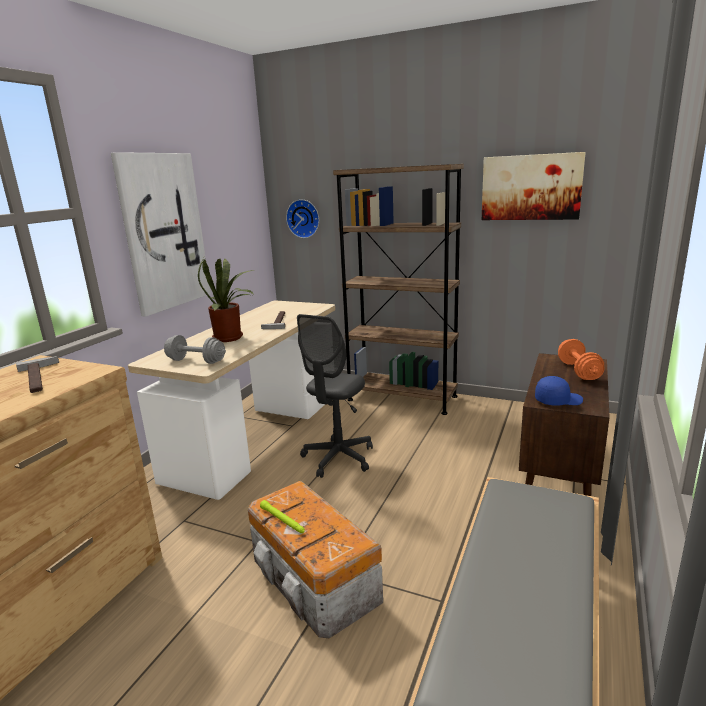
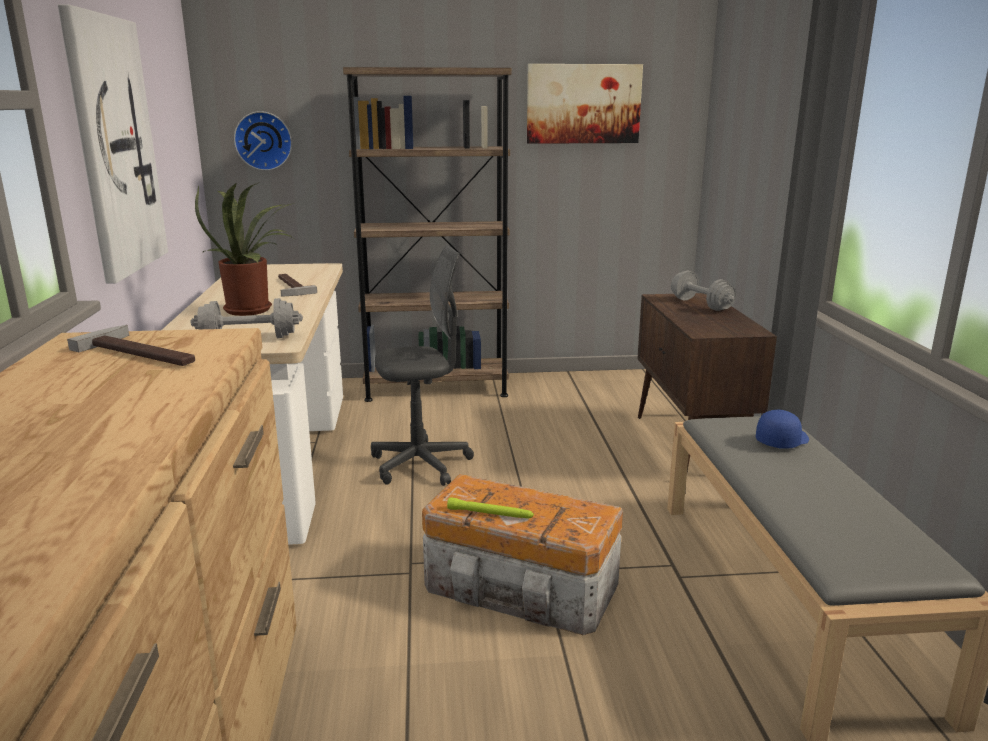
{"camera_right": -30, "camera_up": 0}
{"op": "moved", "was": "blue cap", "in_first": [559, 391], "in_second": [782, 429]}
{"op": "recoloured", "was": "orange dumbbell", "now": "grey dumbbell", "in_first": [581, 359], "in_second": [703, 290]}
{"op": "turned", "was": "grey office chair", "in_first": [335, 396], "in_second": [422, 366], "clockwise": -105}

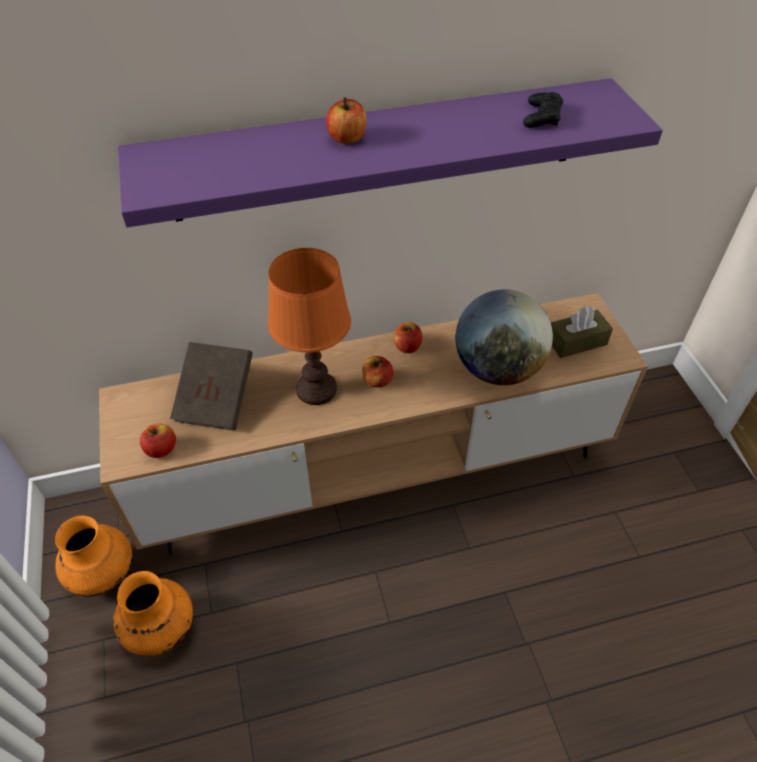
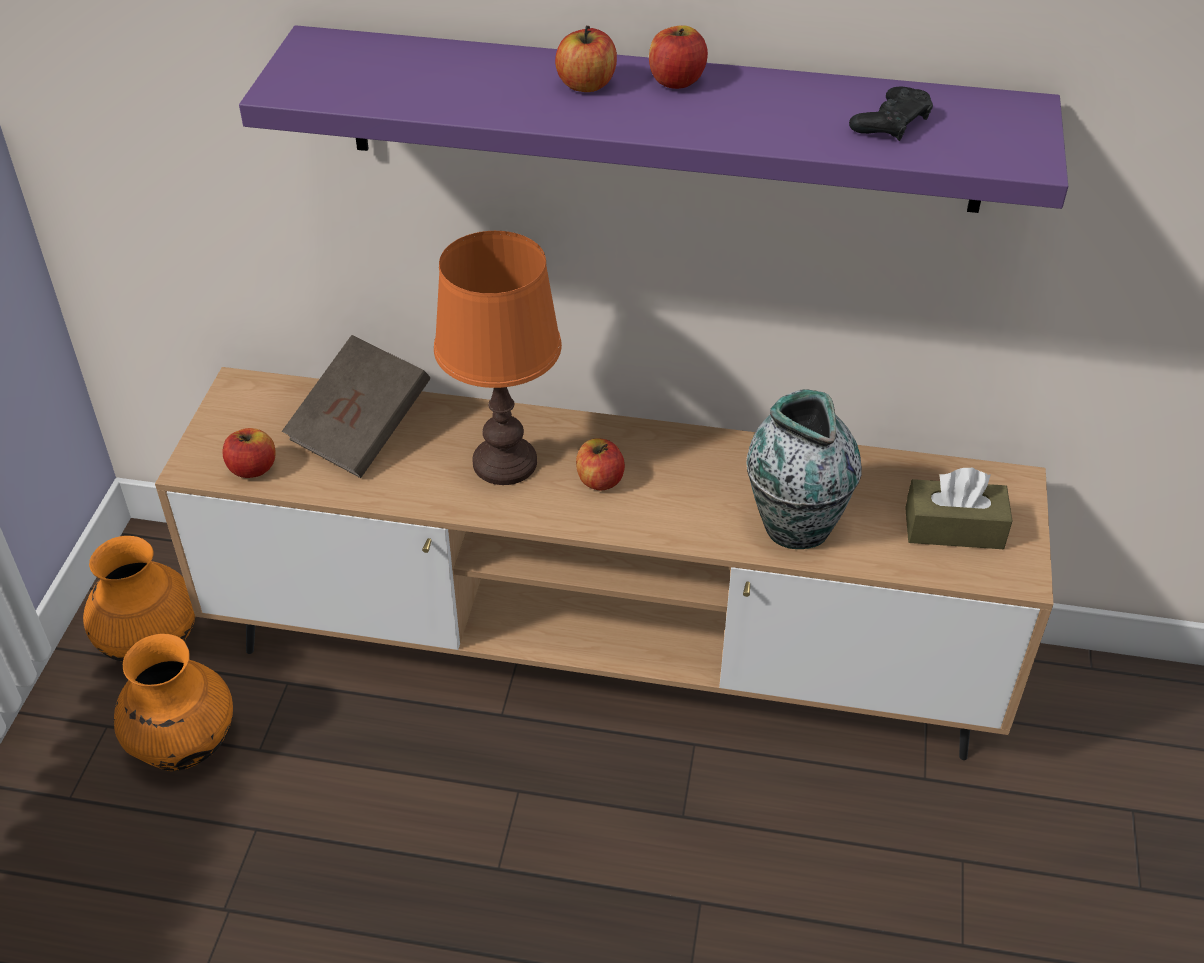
{"camera_right": 25, "camera_up": -5}
{"op": "moved", "was": "apple", "in_first": [408, 337], "in_second": [678, 57]}
{"op": "replaced", "was": "globe", "now": "vase", "in_first": [504, 337], "in_second": [804, 469]}

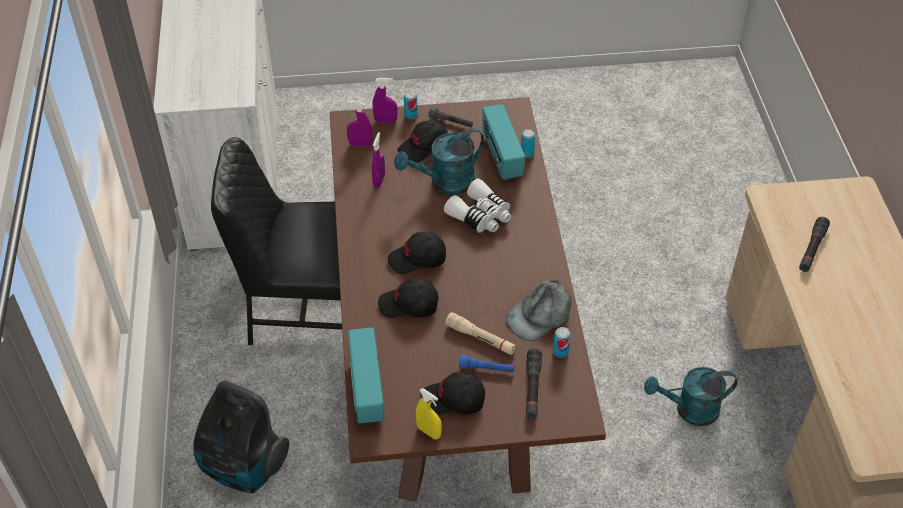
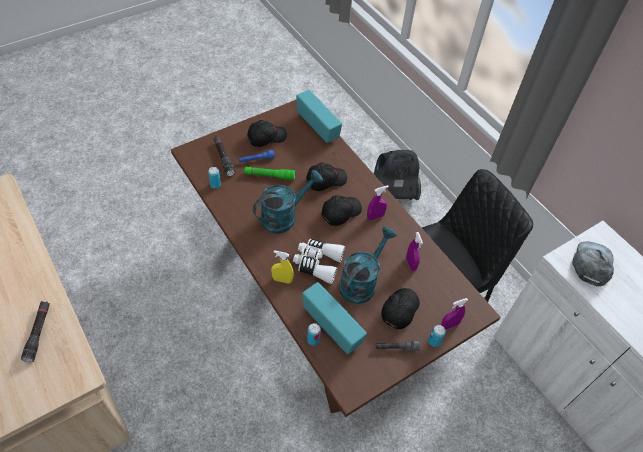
{"camera_right": 150, "camera_up": 5}
{"op": "moved", "was": "purple spray bottle", "in_first": [359, 124], "in_second": [378, 202]}
{"op": "moved", "was": "yellow spray bottle", "in_first": [429, 414], "in_second": [282, 267]}
{"op": "moved", "was": "grey cap", "in_first": [538, 310], "in_second": [593, 264]}
{"op": "moved", "was": "turquoise watering can", "in_first": [691, 396], "in_second": [288, 202]}
{"op": "recoloured", "was": "beige flashlight", "now": "green flashlight", "in_first": [480, 333], "in_second": [269, 173]}

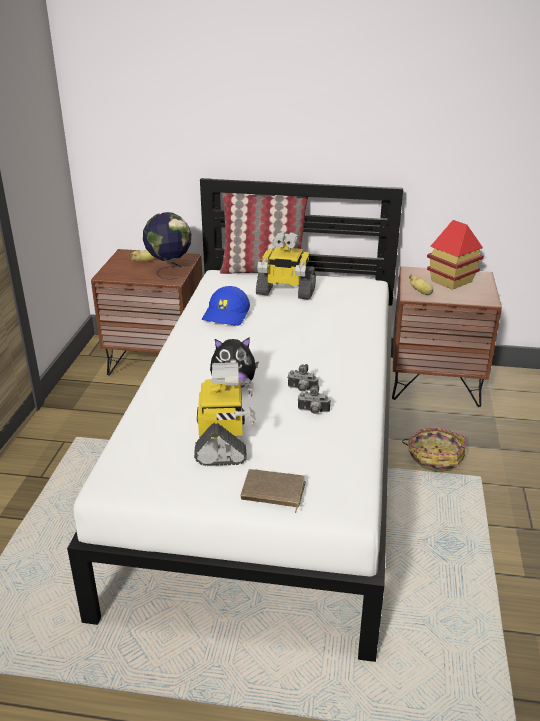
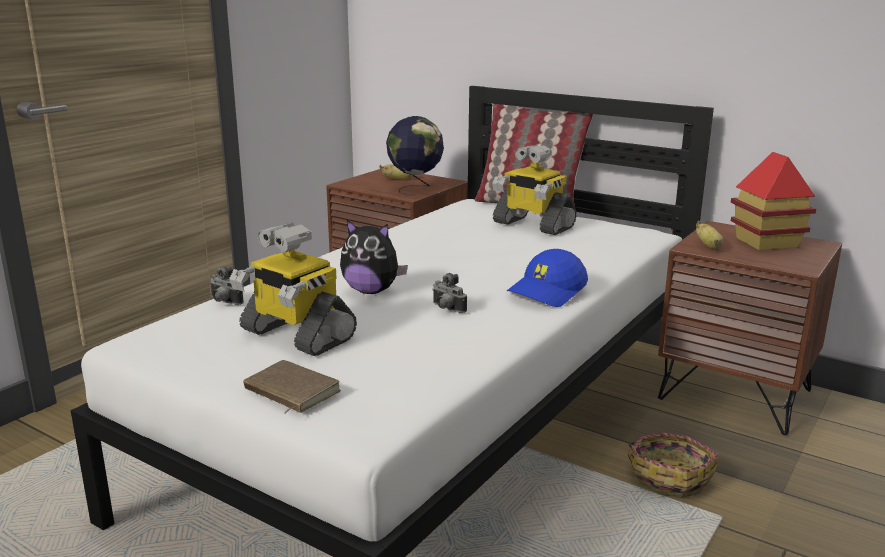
{"camera_right": 25, "camera_up": -10}
{"op": "moved", "was": "blue cap", "in_first": [226, 306], "in_second": [547, 278]}
{"op": "moved", "was": "photo camera", "in_first": [314, 399], "in_second": [227, 285]}
{"op": "turned", "was": "toy robot", "in_first": [225, 414], "in_second": [293, 289], "clockwise": 105}

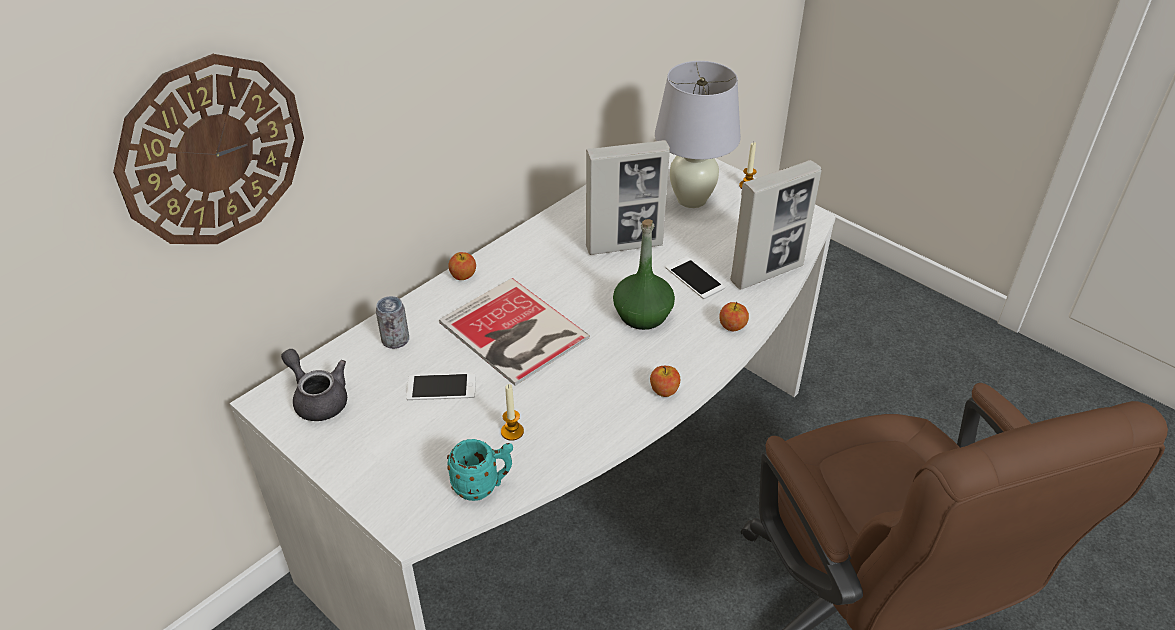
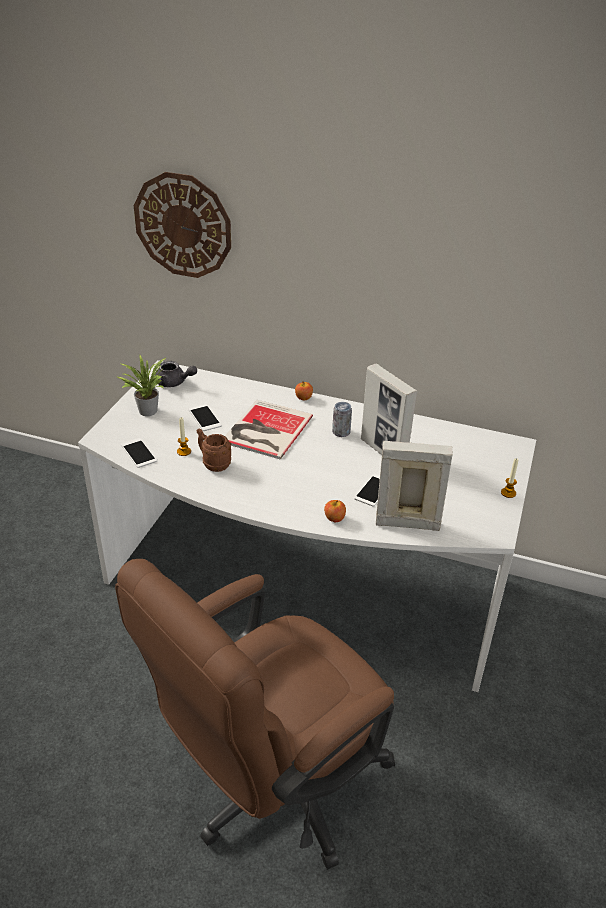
{"camera_right": 65, "camera_up": -5}
{"op": "removed", "was": "green bottle", "in_first": [644, 274]}
{"op": "removed", "was": "apple", "in_first": [665, 381]}
{"op": "removed", "was": "white table lamp", "in_first": [698, 134]}
{"op": "added", "now": "potted plant", "in_second": [142, 385]}
{"op": "added", "now": "brown mug", "in_second": [214, 450]}
{"op": "moved", "was": "can", "in_first": [392, 322], "in_second": [342, 419]}
{"op": "replaced", "was": "turquoise mug", "now": "phone", "in_first": [480, 470], "in_second": [139, 453]}
{"op": "turned", "was": "grey teapot", "in_first": [314, 385], "in_second": [176, 374], "clockwise": 90}
{"op": "turned", "was": "picture frame", "in_first": [776, 224], "in_second": [414, 486], "clockwise": 150}

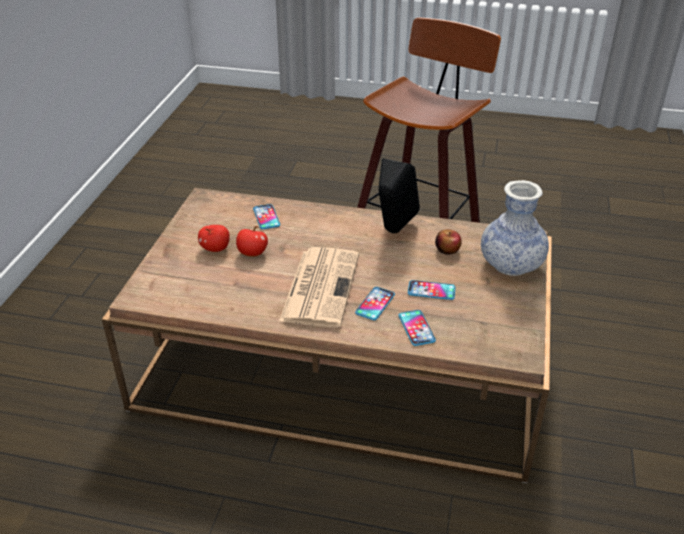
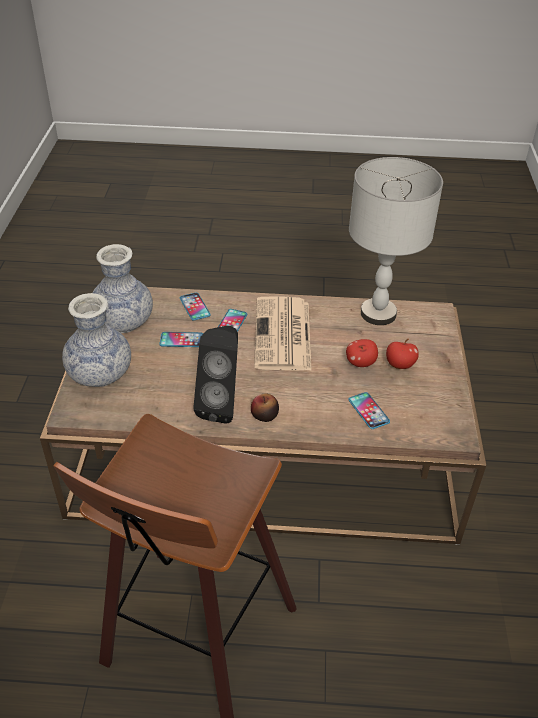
{"camera_right": 170, "camera_up": 5}
{"op": "added", "now": "vase", "in_second": [122, 288]}
{"op": "added", "now": "grey table lamp", "in_second": [396, 241]}
{"op": "moved", "was": "apple", "in_first": [448, 242], "in_second": [265, 407]}

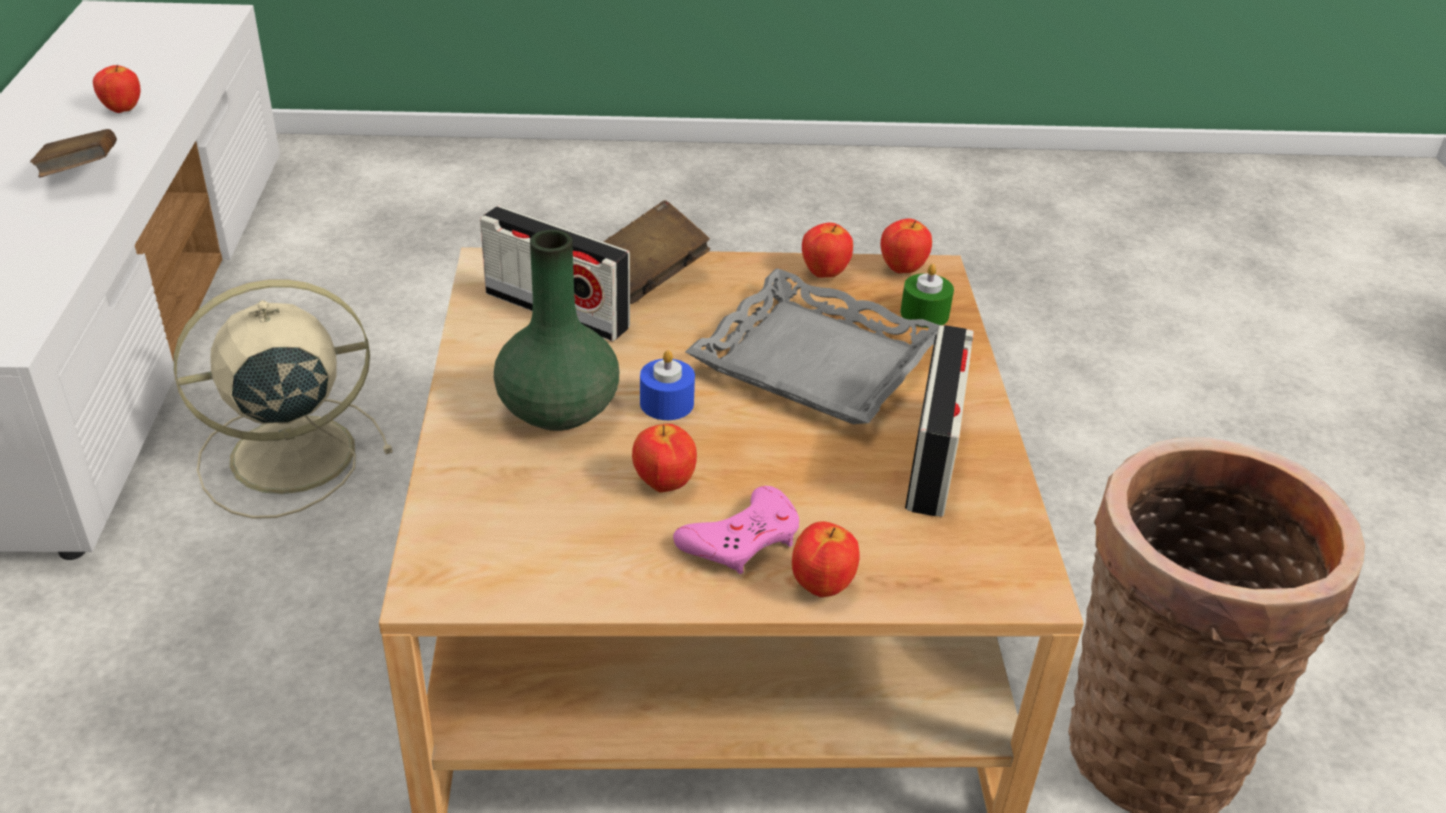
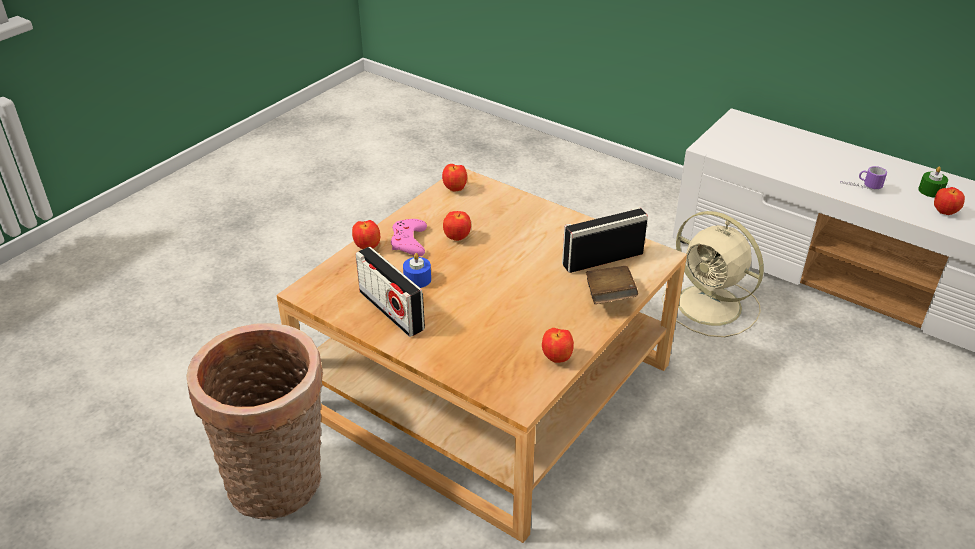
{"camera_right": 130, "camera_up": 0}
{"op": "removed", "was": "green vase", "in_first": [556, 330]}
{"op": "removed", "was": "grey tray", "in_first": [812, 346]}
{"op": "moved", "was": "blue candle", "in_first": [667, 385], "in_second": [417, 270]}
{"op": "moved", "was": "apple", "in_first": [906, 246], "in_second": [454, 178]}
{"op": "moved", "was": "green candle", "in_first": [927, 296], "in_second": [933, 182]}
{"op": "replaced", "was": "brown book", "now": "mug", "in_first": [73, 153], "in_second": [863, 177]}
{"op": "turned", "was": "beige fan", "in_first": [283, 399], "in_second": [713, 274], "clockwise": 120}

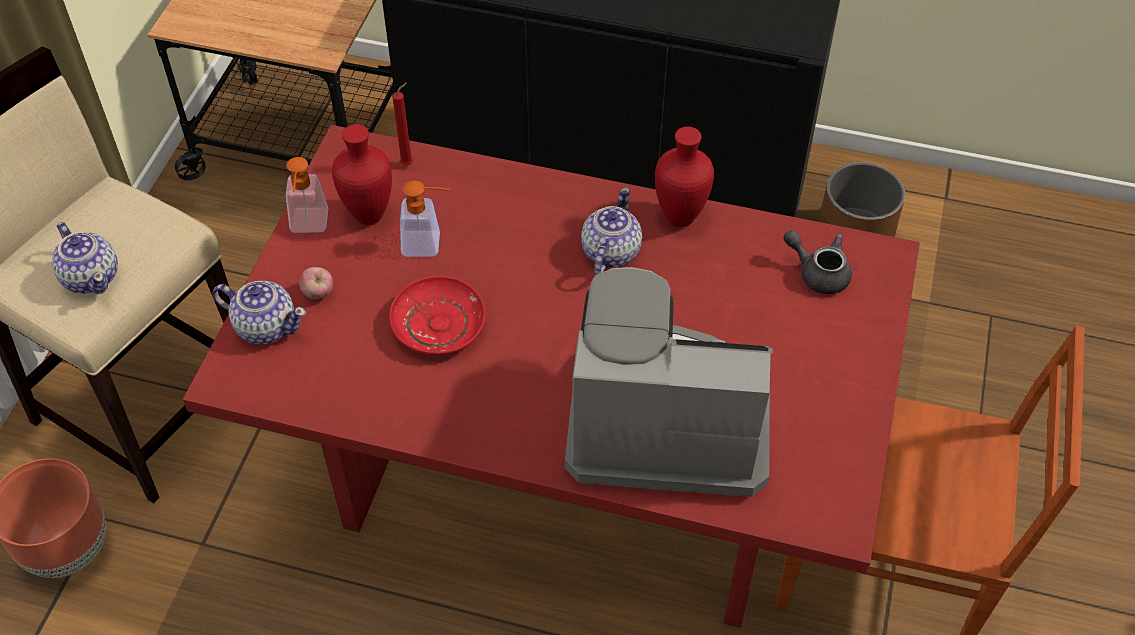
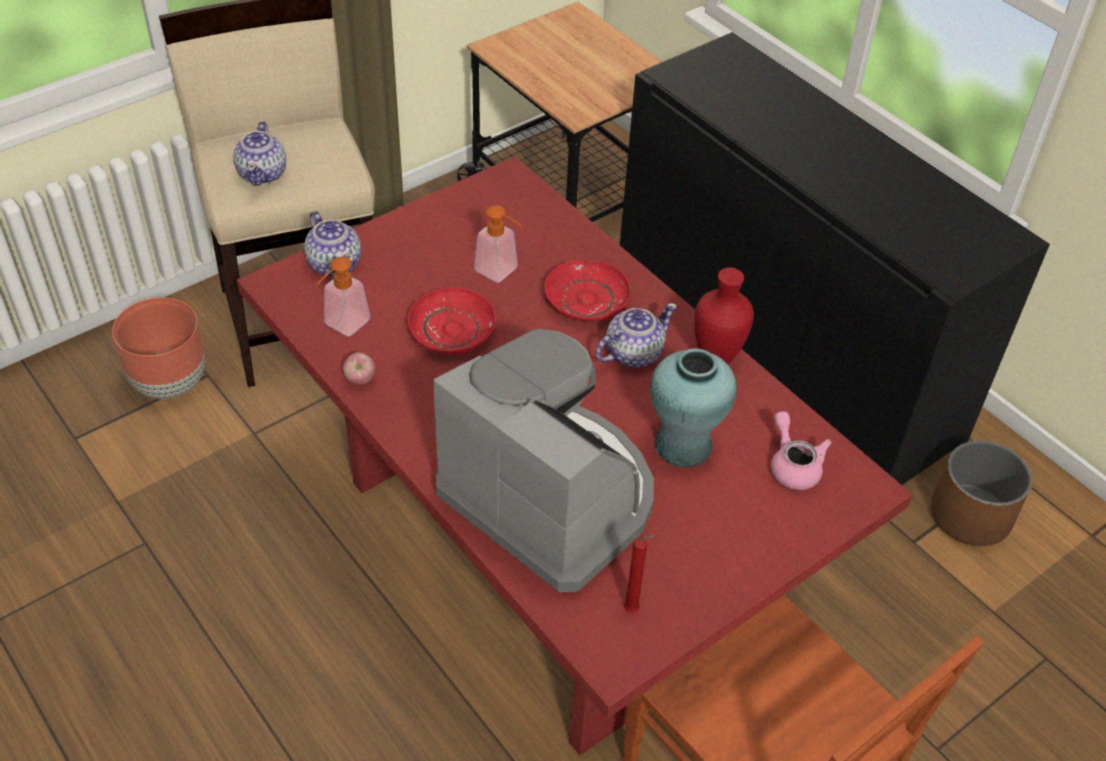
{"camera_right": 35, "camera_up": -5}
{"op": "removed", "was": "red vase", "in_first": [362, 174]}
{"op": "added", "now": "red plate", "in_second": [588, 290]}
{"op": "added", "now": "turquoise vase", "in_second": [693, 408]}
{"op": "moved", "was": "soap dispenser", "in_first": [307, 195], "in_second": [343, 296]}
{"op": "moved", "was": "apple", "in_first": [316, 283], "in_second": [359, 368]}
{"op": "moved", "was": "red candle", "in_first": [402, 124], "in_second": [640, 574]}
{"op": "recoloured", "was": "grey teapot", "now": "pink teapot", "in_first": [818, 262], "in_second": [801, 450]}

